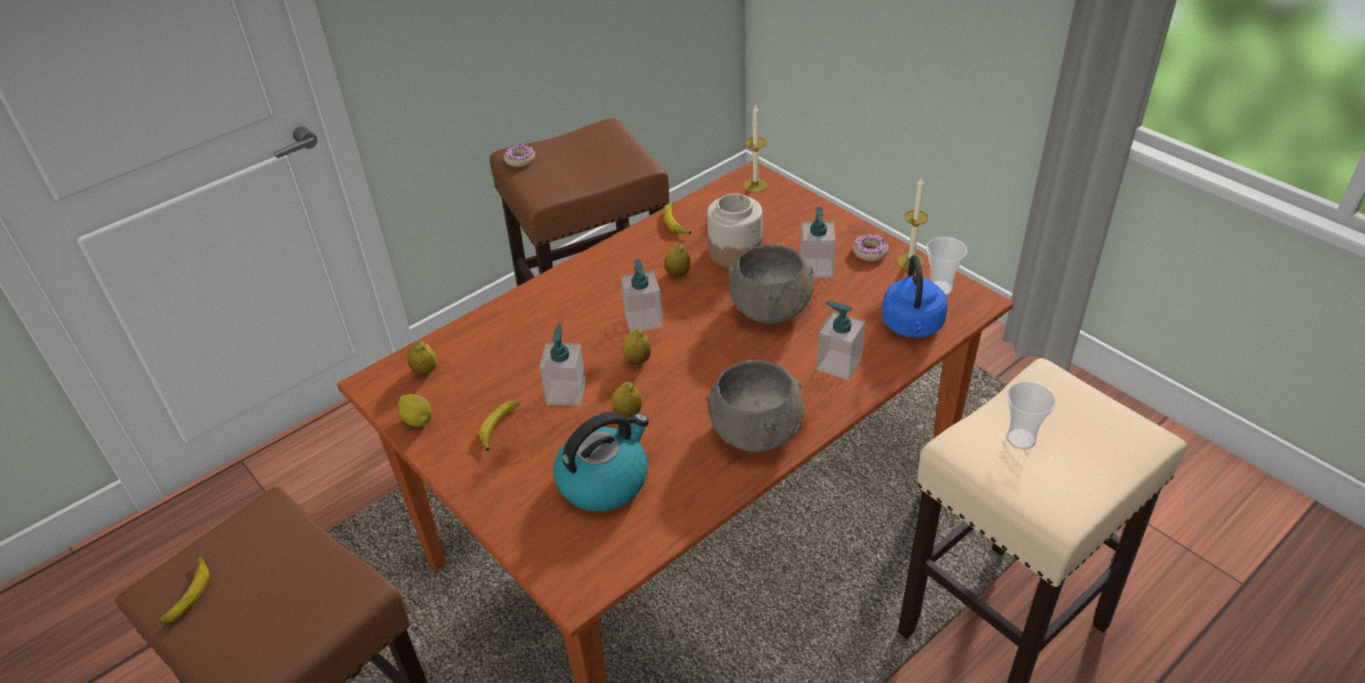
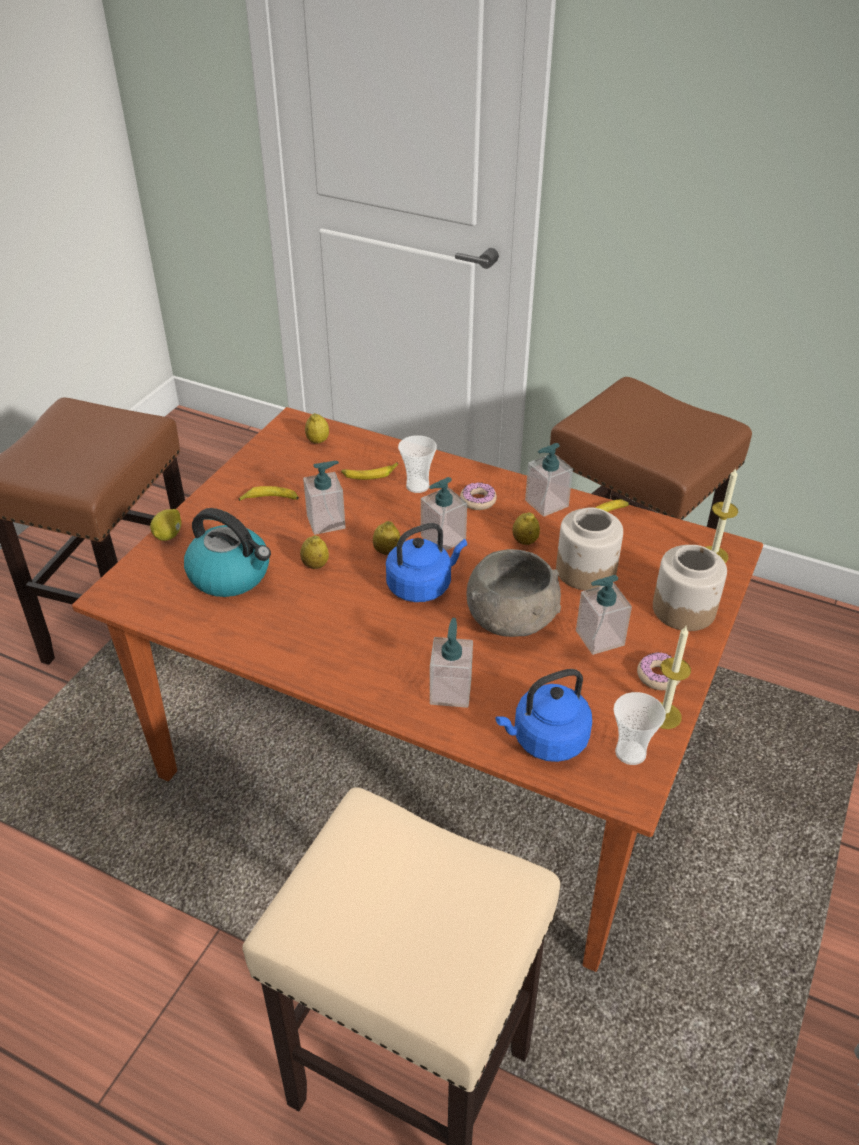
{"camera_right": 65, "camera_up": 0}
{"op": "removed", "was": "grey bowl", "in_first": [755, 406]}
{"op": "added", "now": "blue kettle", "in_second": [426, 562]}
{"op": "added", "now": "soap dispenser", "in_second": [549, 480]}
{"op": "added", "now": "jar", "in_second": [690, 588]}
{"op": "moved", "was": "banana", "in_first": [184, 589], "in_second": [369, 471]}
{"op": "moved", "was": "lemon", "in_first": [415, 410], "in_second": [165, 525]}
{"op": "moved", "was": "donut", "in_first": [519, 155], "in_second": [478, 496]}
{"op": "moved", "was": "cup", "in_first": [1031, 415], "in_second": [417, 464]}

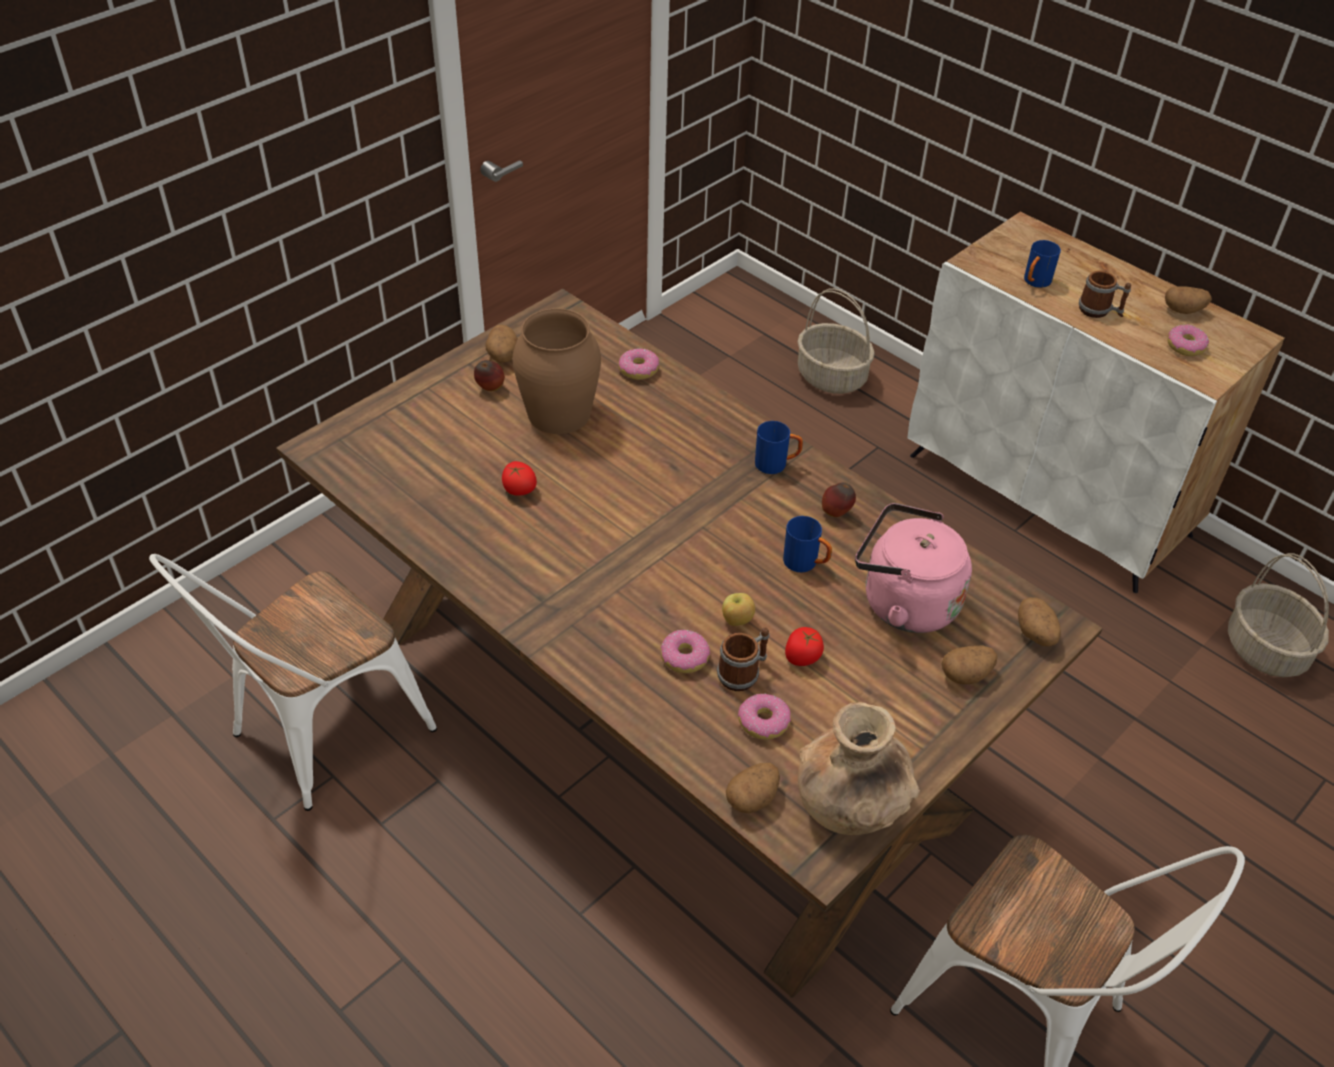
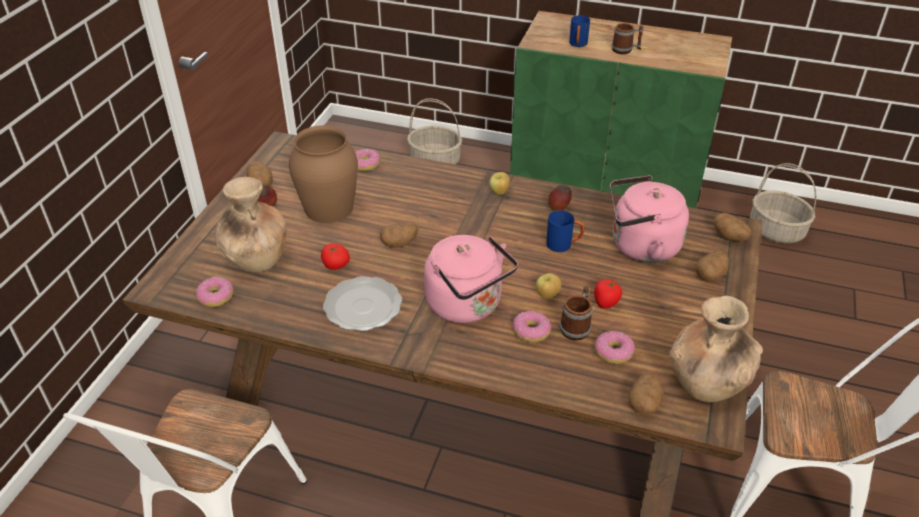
{"camera_right": -25, "camera_up": -5}
{"op": "added", "now": "brown vase", "in_second": [251, 224]}
{"op": "added", "now": "plate", "in_second": [362, 303]}
{"op": "added", "now": "pink kettle", "in_second": [471, 279]}
{"op": "moved", "was": "potato", "in_first": [1188, 300], "in_second": [399, 235]}
{"op": "moved", "was": "donut", "in_first": [1188, 340], "in_second": [215, 292]}
{"op": "replaced", "was": "blue mug", "now": "apple", "in_first": [779, 447], "in_second": [499, 183]}
{"op": "recoloured", "was": "white cabinet", "now": "green cabinet", "in_first": [1095, 402], "in_second": [621, 109]}

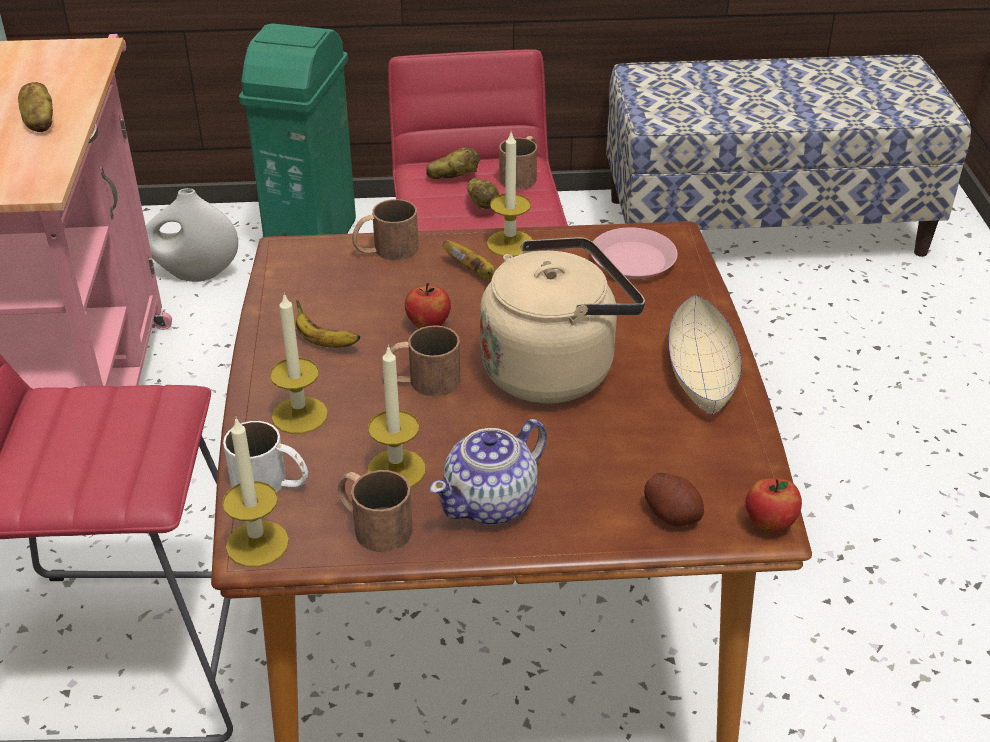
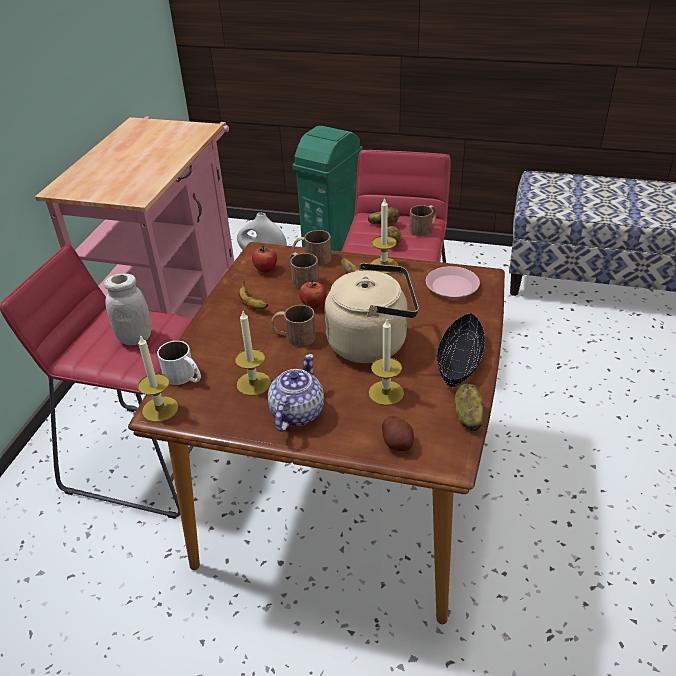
{"camera_right": 20, "camera_up": 0}
{"op": "added", "now": "white jar", "in_second": [128, 309]}
{"op": "moved", "was": "potato", "in_first": [35, 107], "in_second": [469, 407]}
{"op": "moved", "was": "candle", "in_first": [299, 363], "in_second": [386, 362]}
{"op": "moved", "was": "brown mug", "in_first": [375, 511], "in_second": [304, 271]}
{"op": "moved", "was": "apple", "in_first": [774, 505], "in_second": [264, 259]}
{"op": "recoloured", "was": "beige bowl", "now": "black bowl", "in_first": [705, 354], "in_second": [461, 350]}
{"op": "turned", "was": "teapot", "in_first": [488, 472], "in_second": [296, 393], "clockwise": 135}

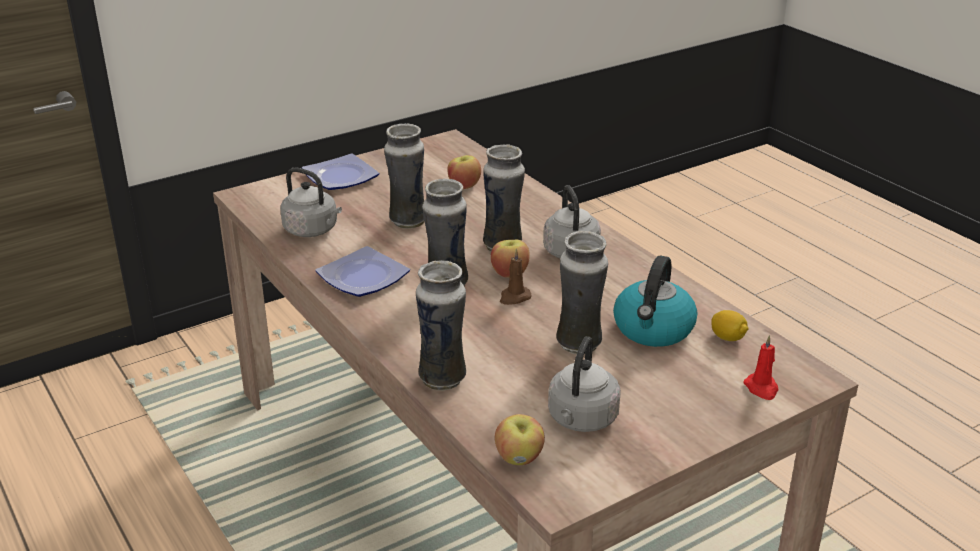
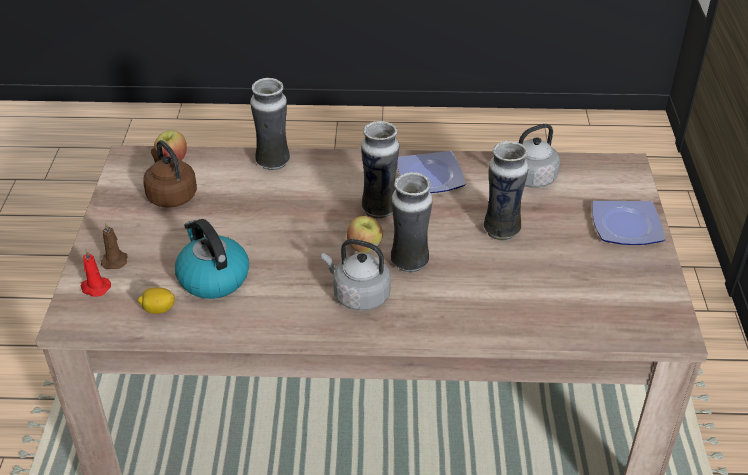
{"camera_right": 125, "camera_up": 10}
{"op": "removed", "was": "apple", "in_first": [464, 172]}
{"op": "removed", "was": "vase", "in_first": [582, 292]}
{"op": "moved", "was": "brown candle", "in_first": [516, 277], "in_second": [114, 246]}
{"op": "recoloured", "was": "grey kettle", "now": "brown kettle", "in_first": [584, 384], "in_second": [170, 174]}

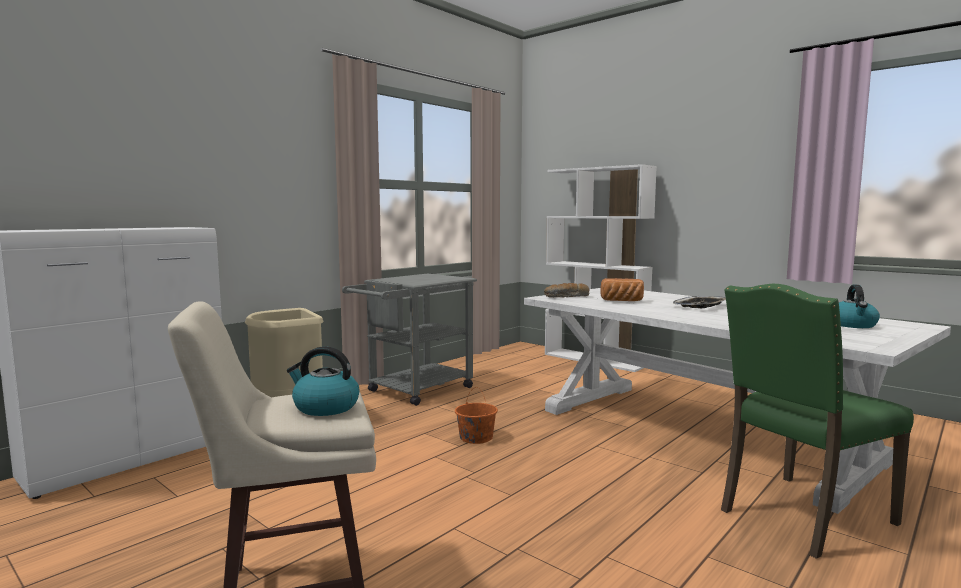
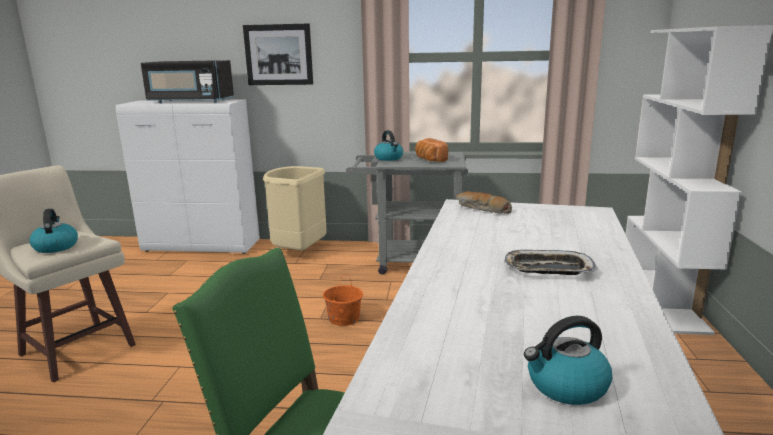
{"camera_right": 55, "camera_up": 10}
{"op": "added", "now": "black microwave", "in_second": [187, 81]}
{"op": "added", "now": "picture", "in_second": [278, 54]}
{"op": "added", "now": "kettle", "in_second": [388, 145]}
{"op": "moved", "was": "bread", "in_first": [622, 289], "in_second": [431, 150]}

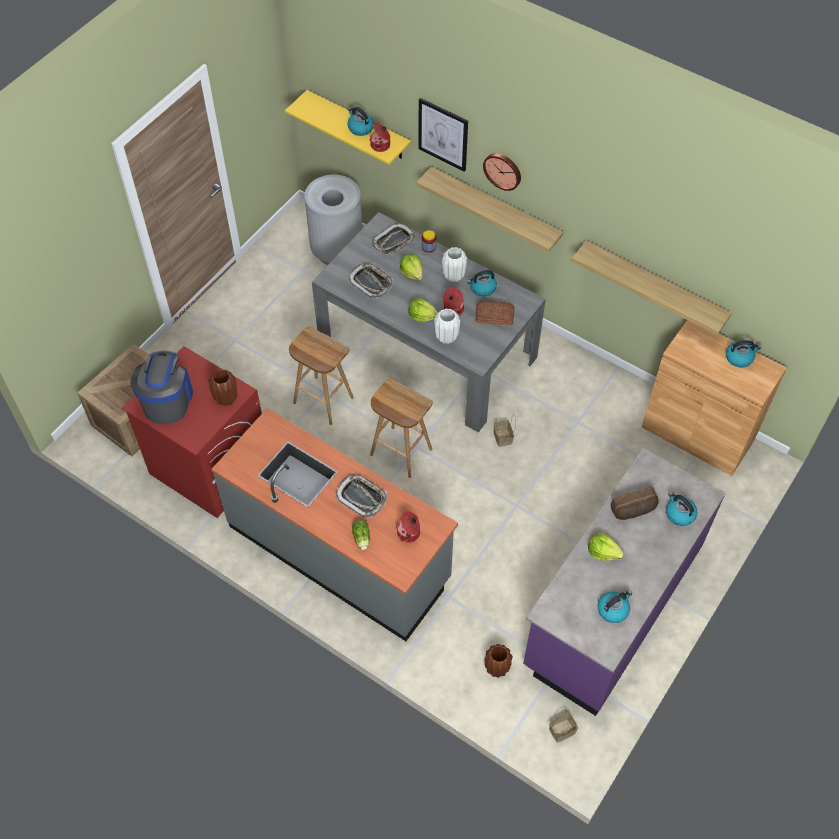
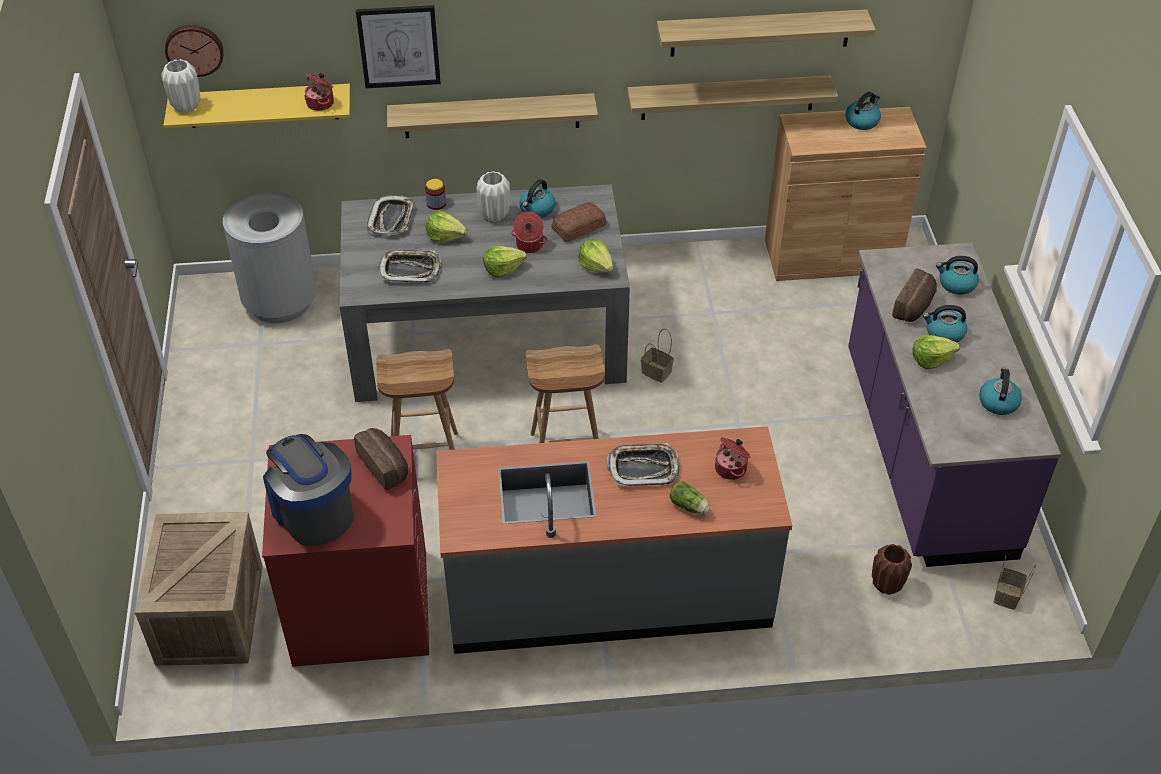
{"camera_right": -40, "camera_up": -10}
{"op": "added", "now": "lettuce", "in_second": [595, 255]}
{"op": "added", "now": "shelf", "in_second": [766, 33]}
{"op": "moved", "was": "kettle", "in_first": [360, 121], "in_second": [945, 323]}
{"op": "moved", "was": "white vase", "in_first": [447, 326], "in_second": [181, 86]}
{"op": "moved", "was": "wall clock", "in_first": [502, 172], "in_second": [194, 51]}
{"op": "replaced", "was": "brown vase", "now": "bread", "in_first": [223, 387], "in_second": [381, 459]}

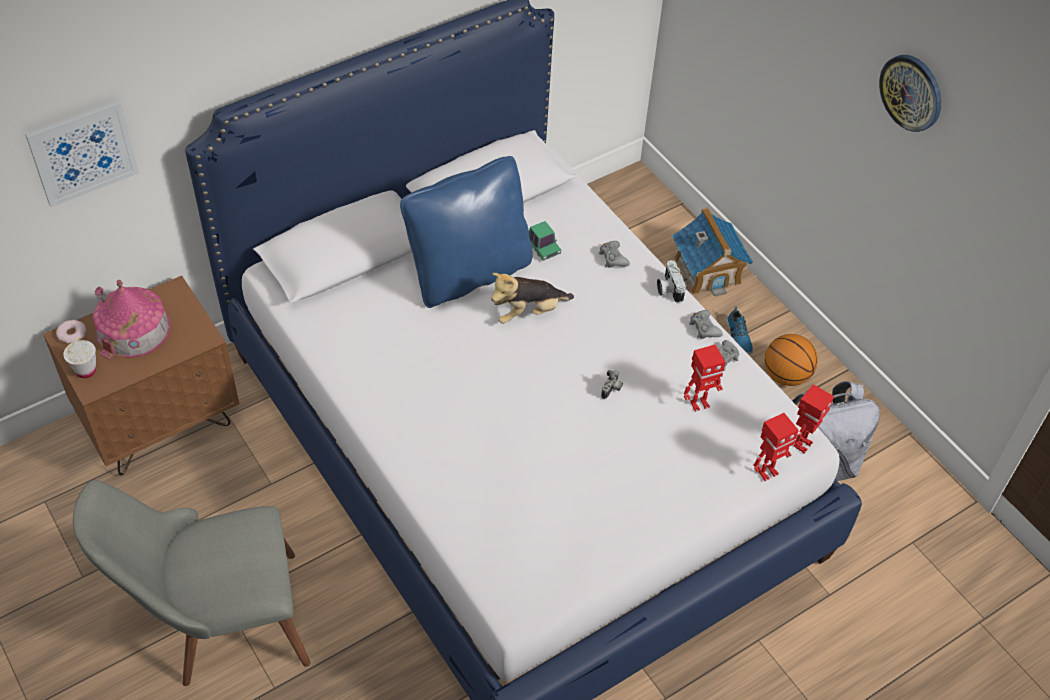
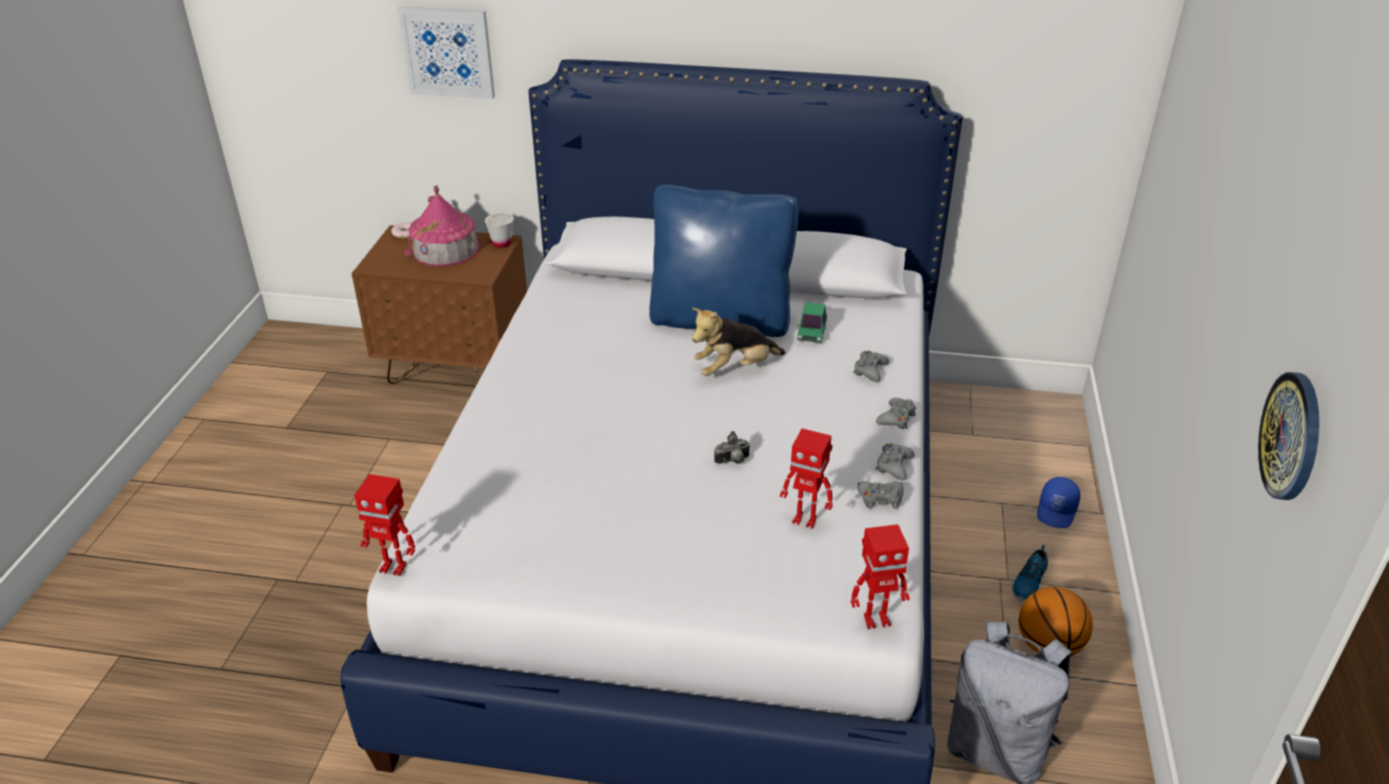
{"camera_right": 45, "camera_up": -15}
{"op": "removed", "was": "grey chair", "in_first": [192, 583]}
{"op": "moved", "was": "white cup", "in_first": [79, 359], "in_second": [499, 230]}
{"op": "moved", "was": "toy robot", "in_first": [776, 447], "in_second": [384, 525]}
{"op": "moved", "was": "wall clock", "in_first": [910, 93], "in_second": [1288, 436]}
{"op": "replaced", "was": "photo camera", "now": "grey game controller", "in_first": [671, 281], "in_second": [896, 413]}
{"op": "replaced", "was": "toy house", "now": "blue cap", "in_first": [712, 251], "in_second": [1058, 502]}
{"op": "turned", "was": "plush toy", "in_first": [532, 298], "in_second": [739, 342], "clockwise": -45}

